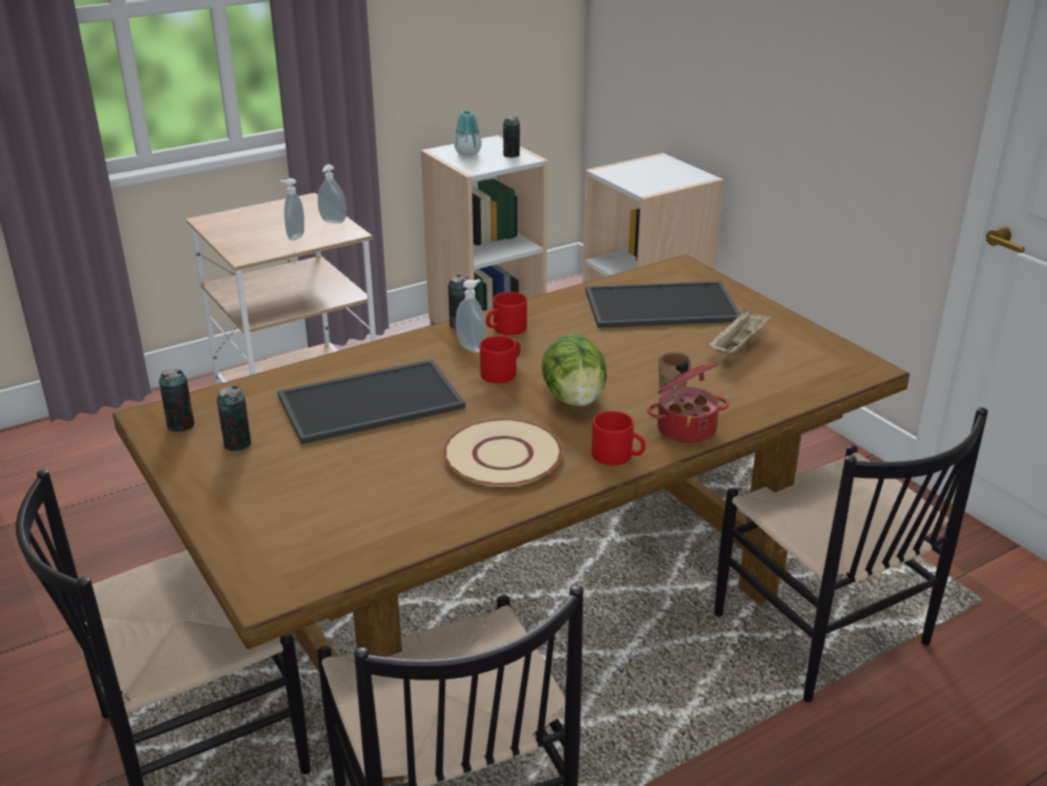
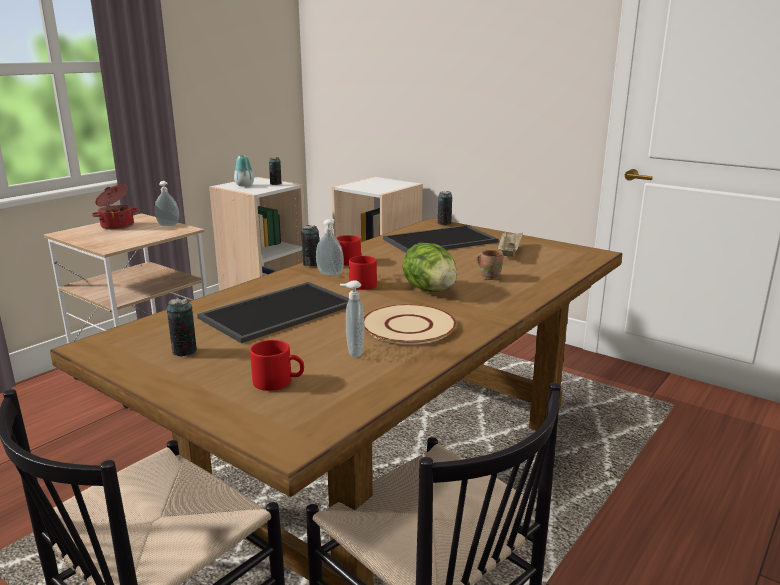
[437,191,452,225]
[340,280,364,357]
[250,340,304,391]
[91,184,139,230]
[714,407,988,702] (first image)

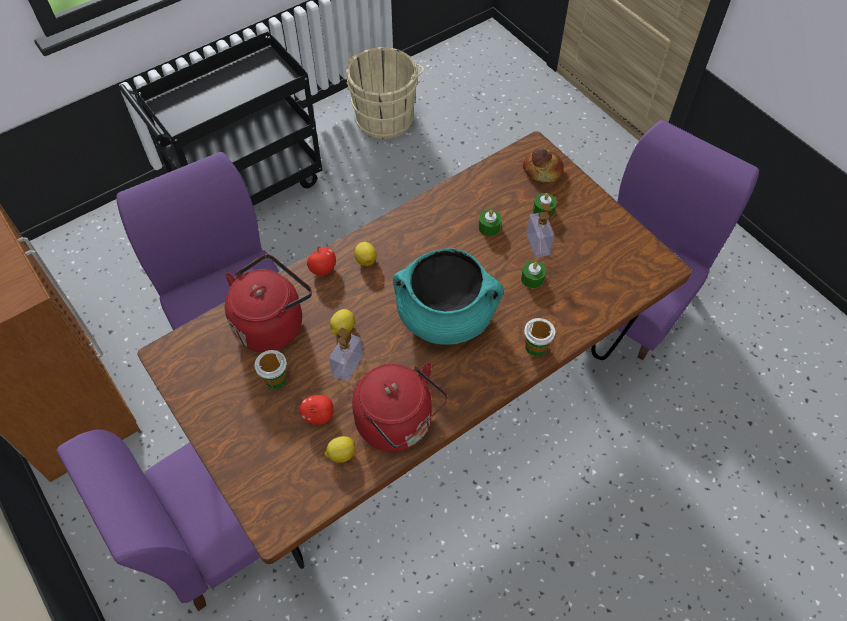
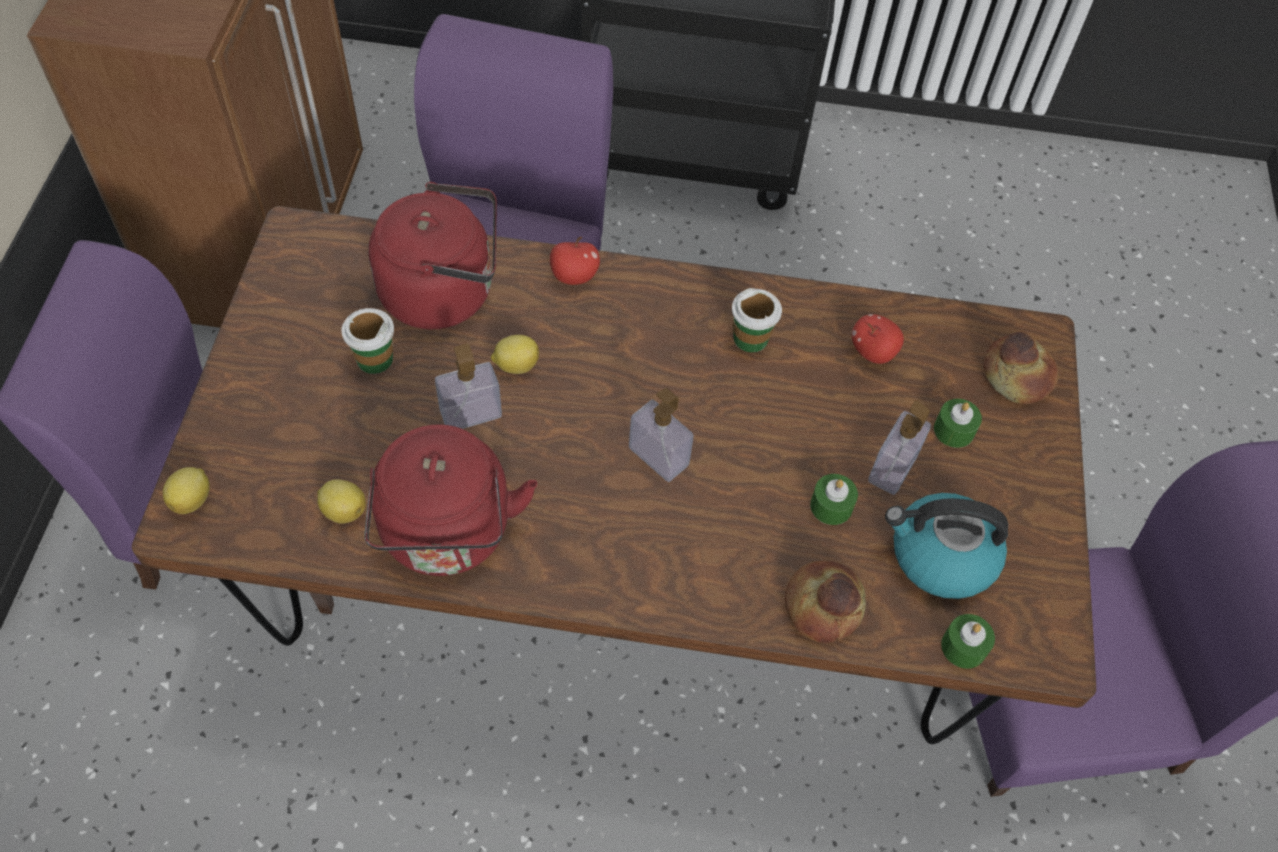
[852,314,904,364]
[346,47,424,139] (first image)
[162,467,210,514]
[629,388,694,482]
[941,614,995,669]
[732,288,782,352]
[785,561,866,643]
[885,493,1008,599]

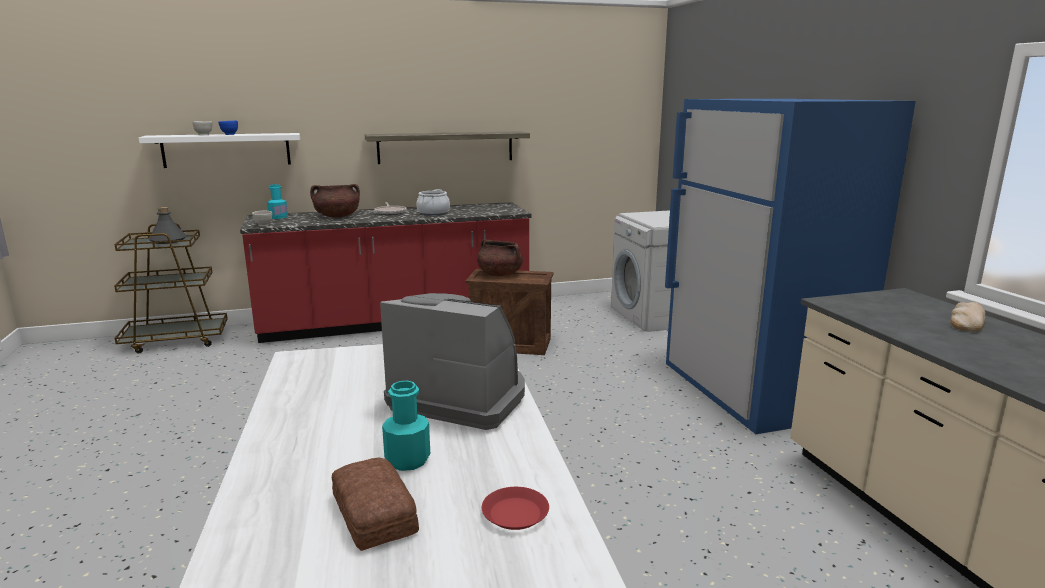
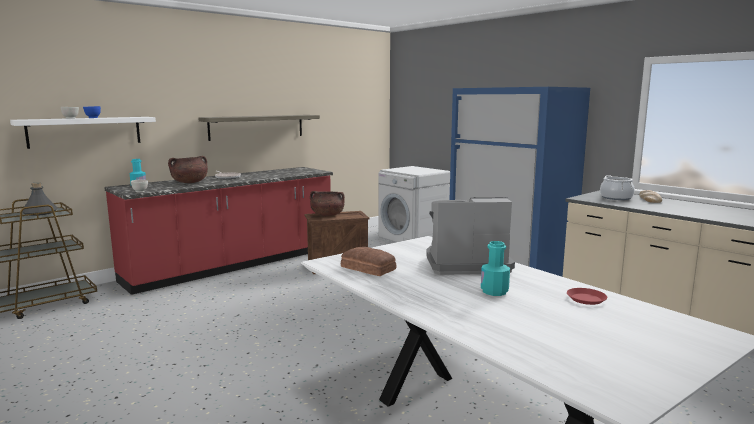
[341,247,396,276]
[600,175,635,200]

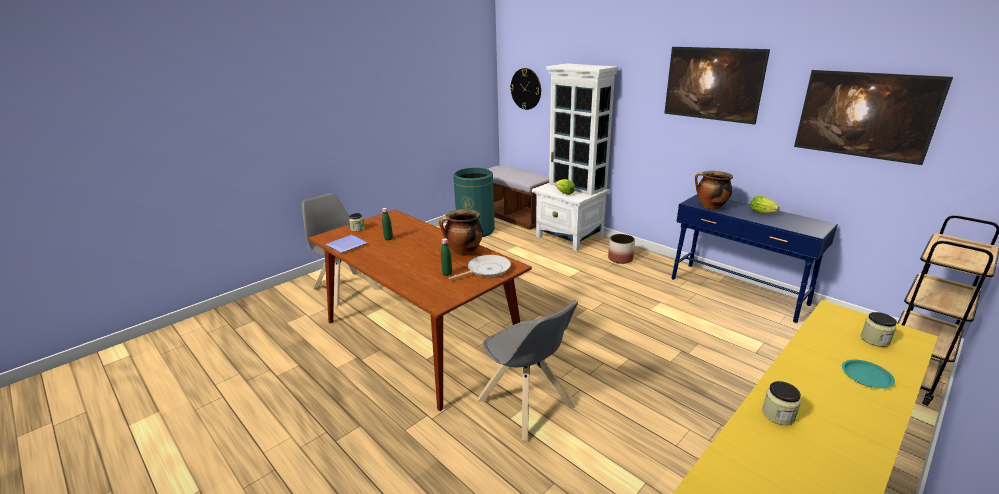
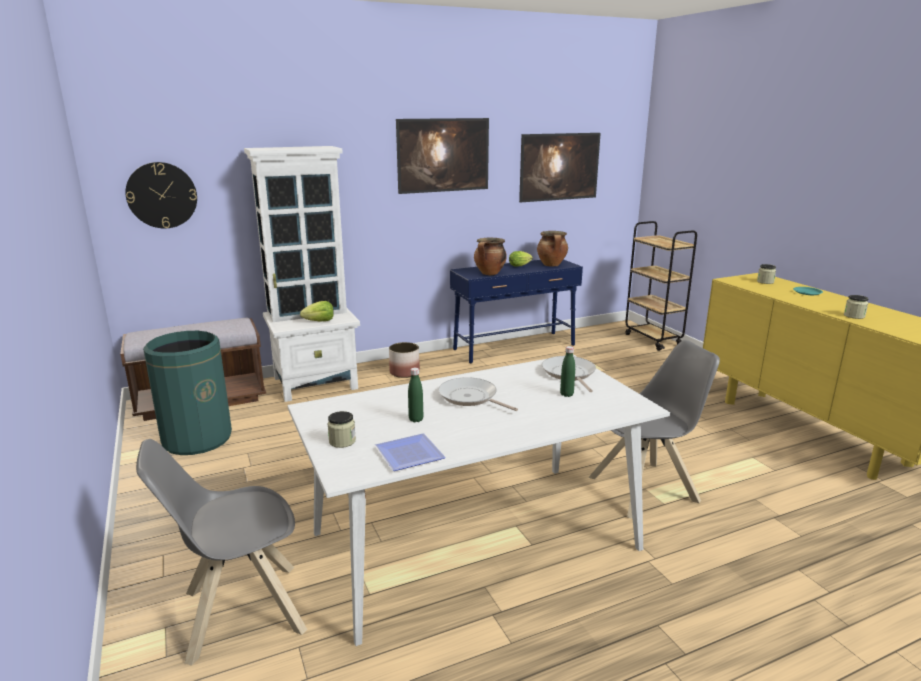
[287,354,670,646]
[537,231,568,267]
[438,377,518,411]

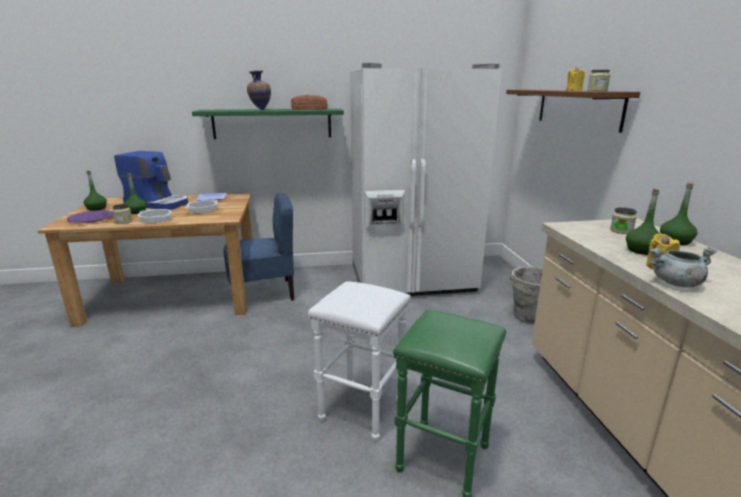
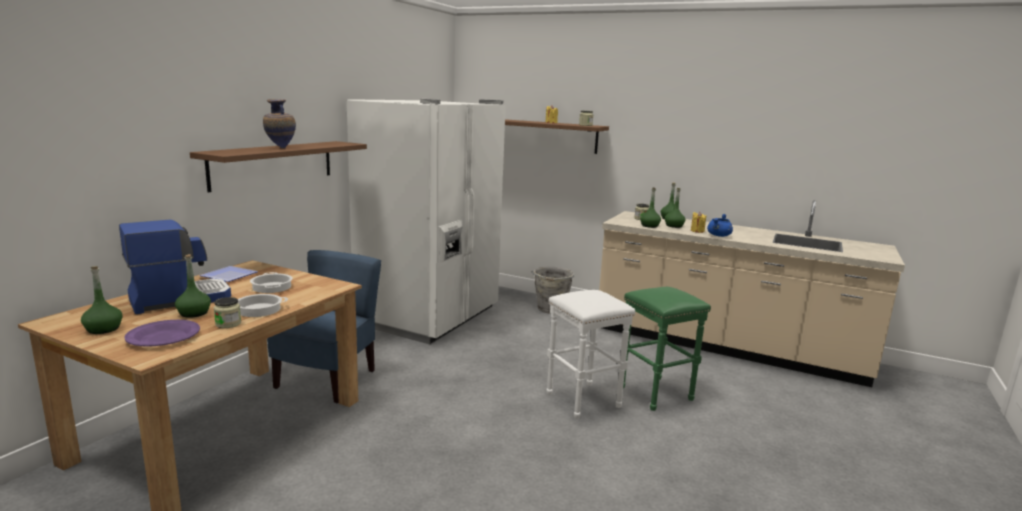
[190,141,367,192]
[291,95,328,110] (first image)
[707,214,733,237]
[640,187,661,228]

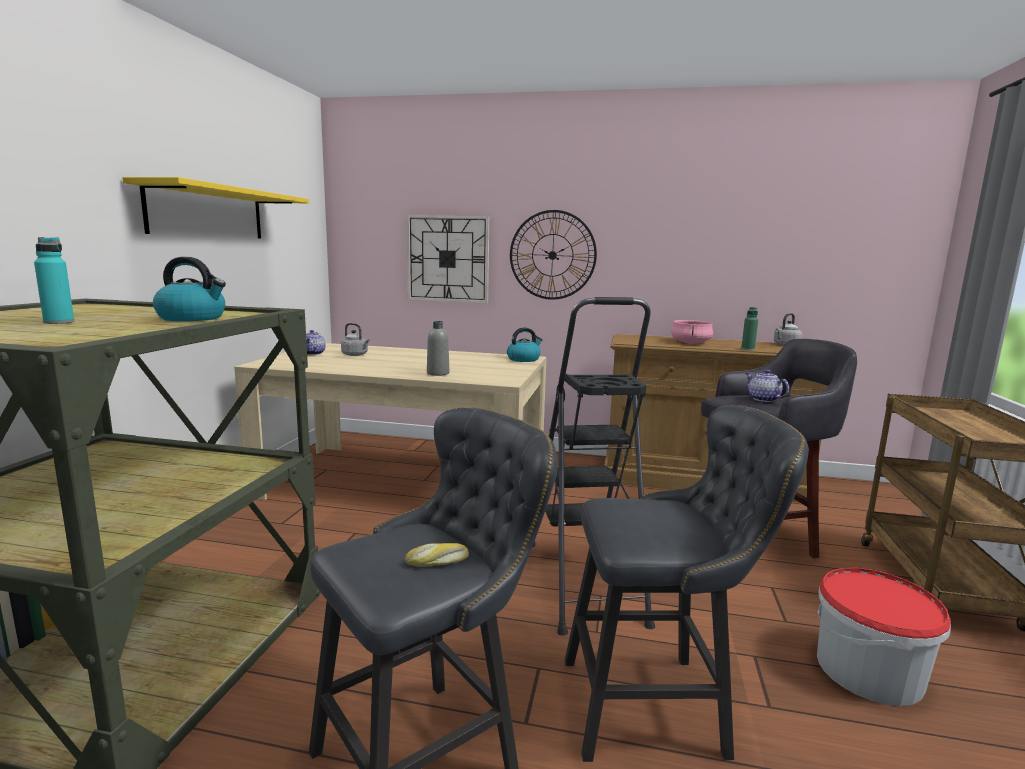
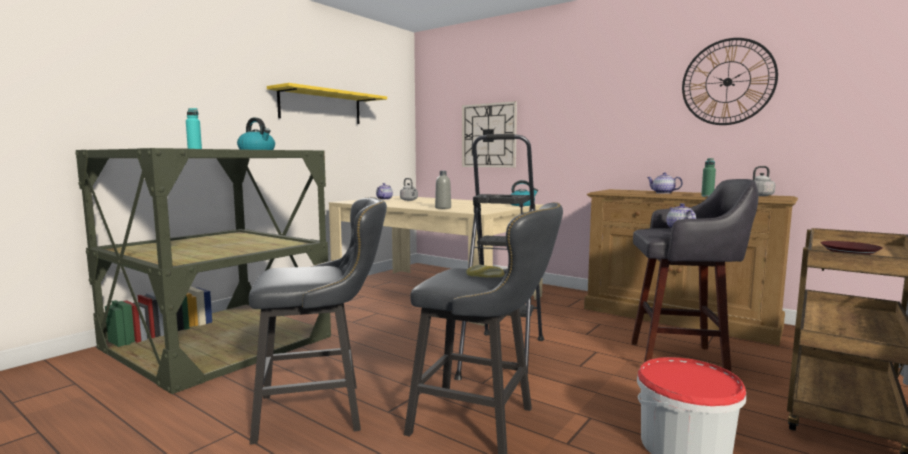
[466,265,505,278]
[682,38,778,125]
[647,172,683,194]
[820,241,883,255]

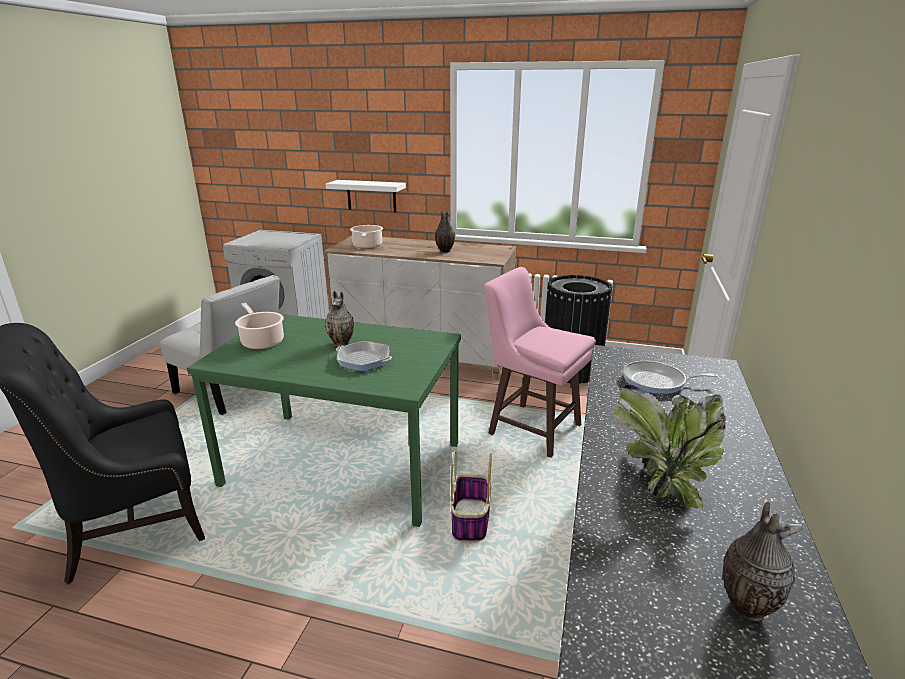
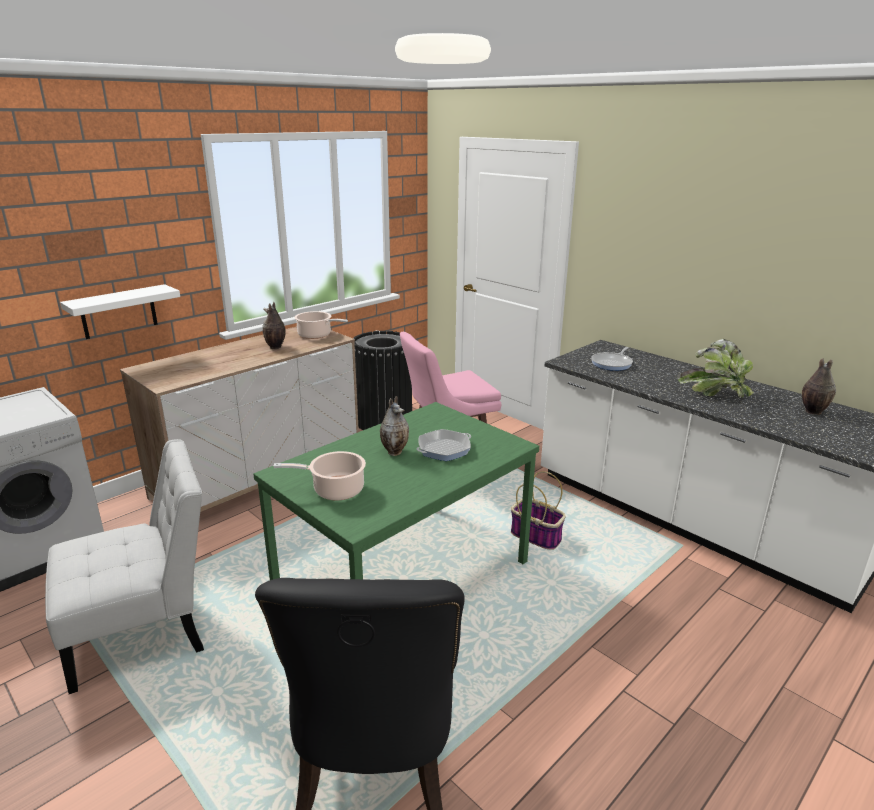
[294,311,348,339]

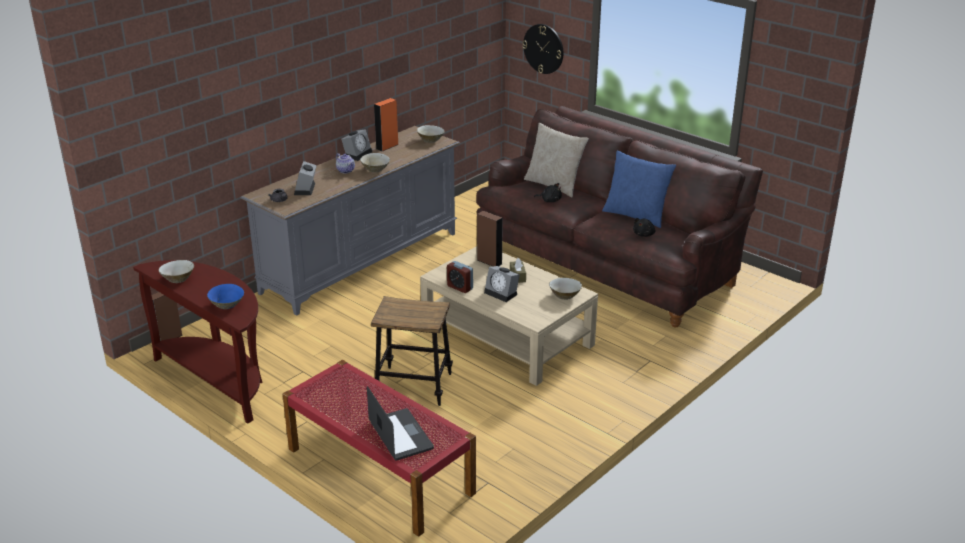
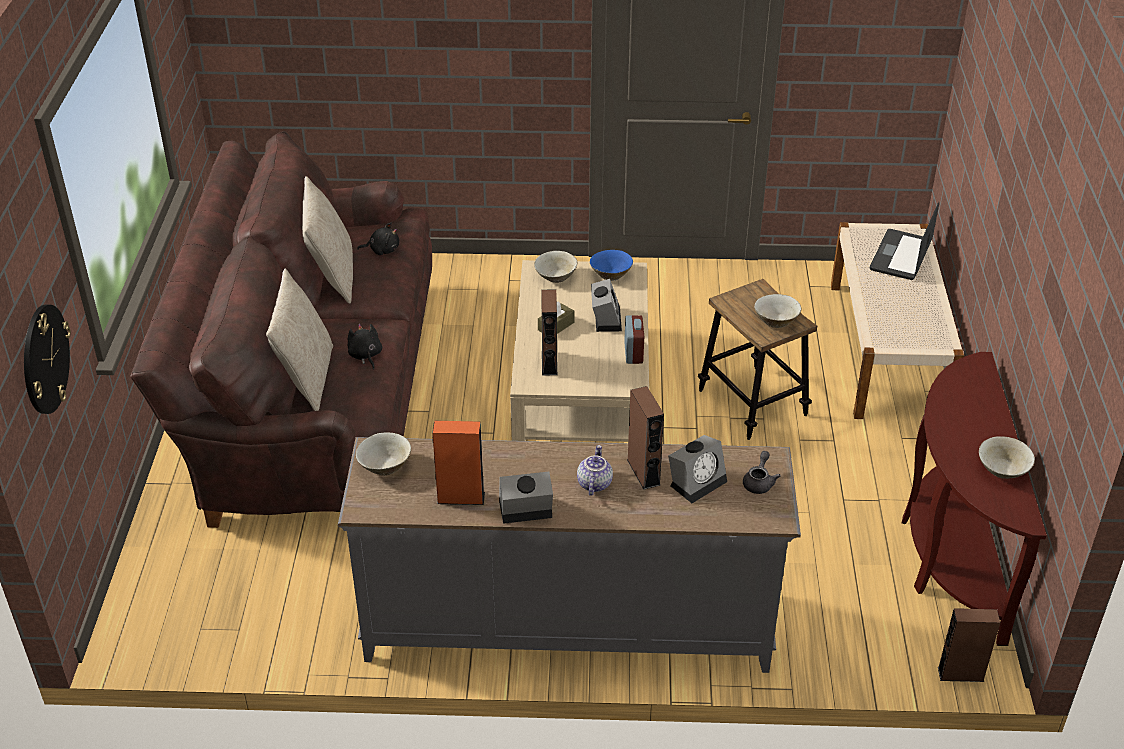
[590,250,633,281]
[831,222,964,419]
[754,294,801,328]
[302,176,353,304]
[627,386,664,490]

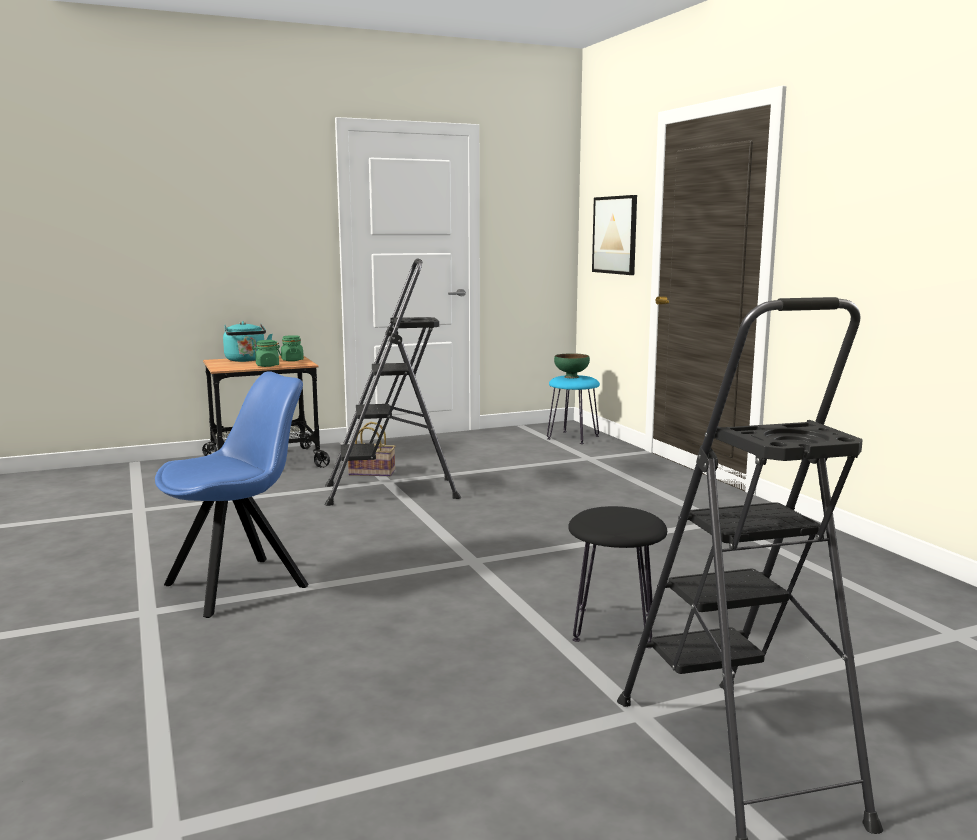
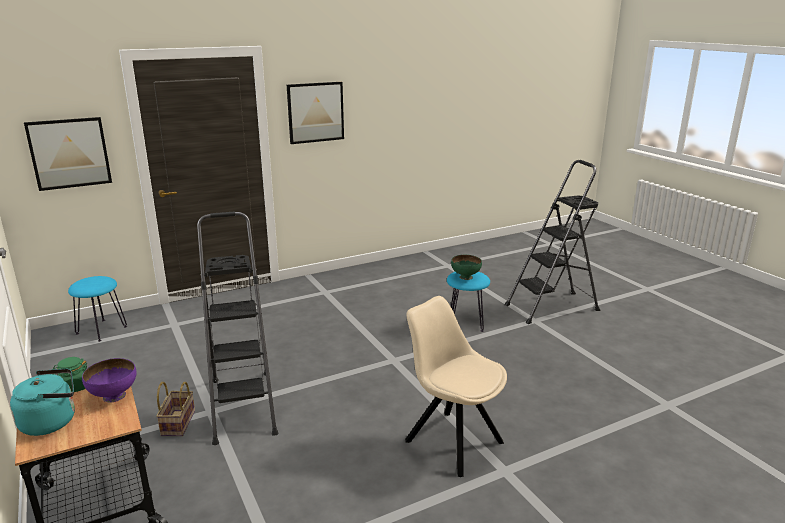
[405,296,507,477]
[82,358,137,403]
[451,255,482,280]
[447,272,490,332]
[287,82,344,144]

